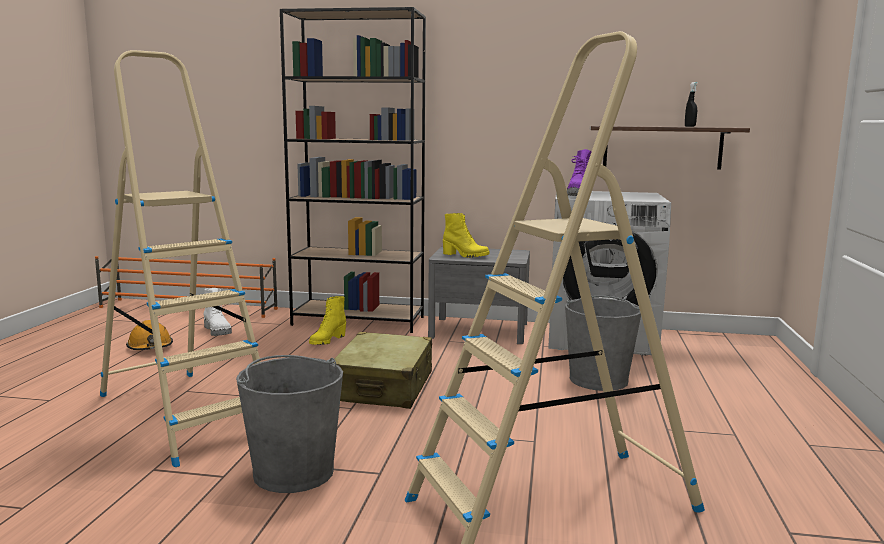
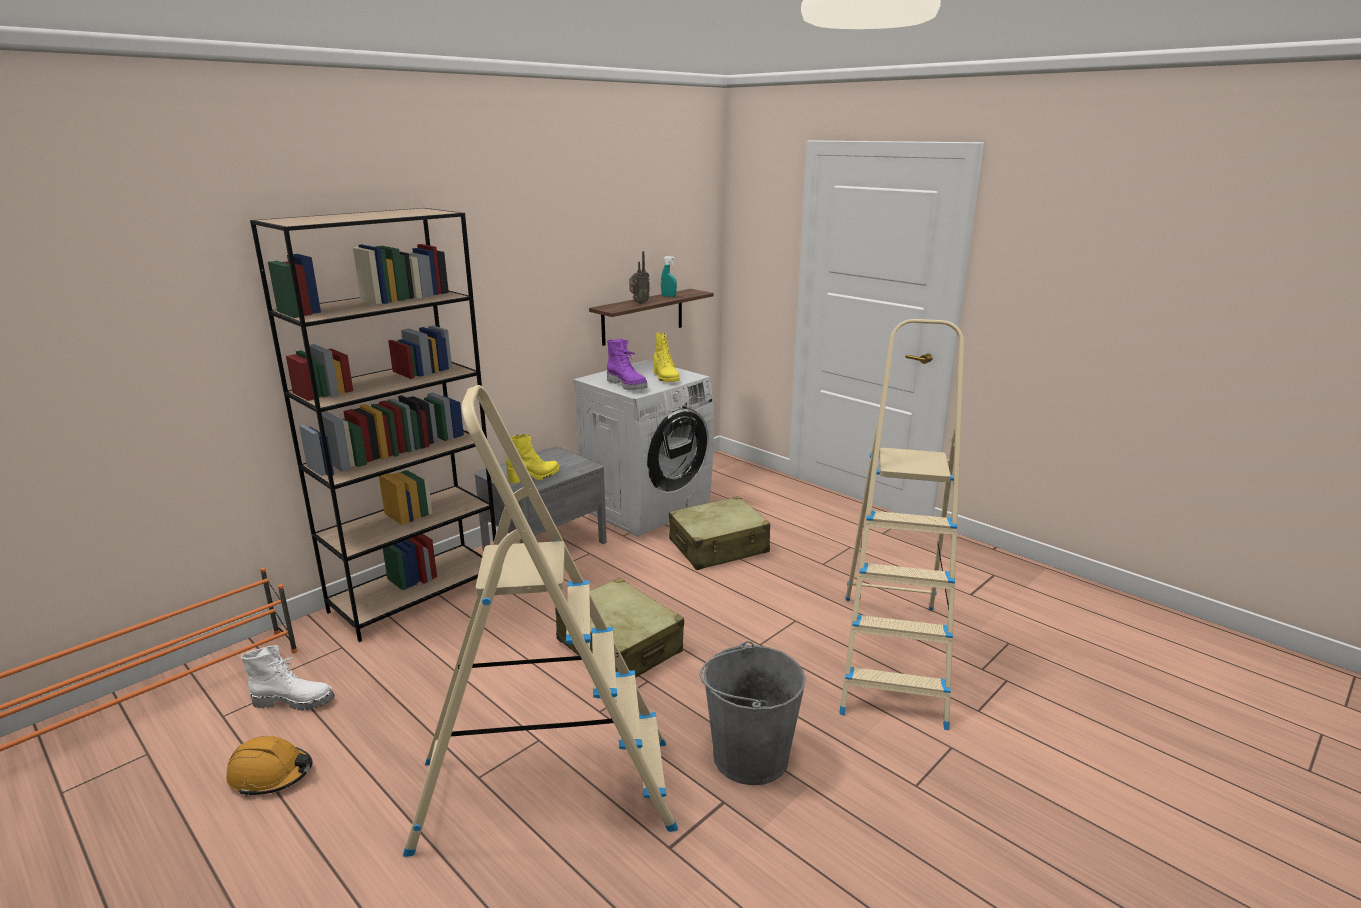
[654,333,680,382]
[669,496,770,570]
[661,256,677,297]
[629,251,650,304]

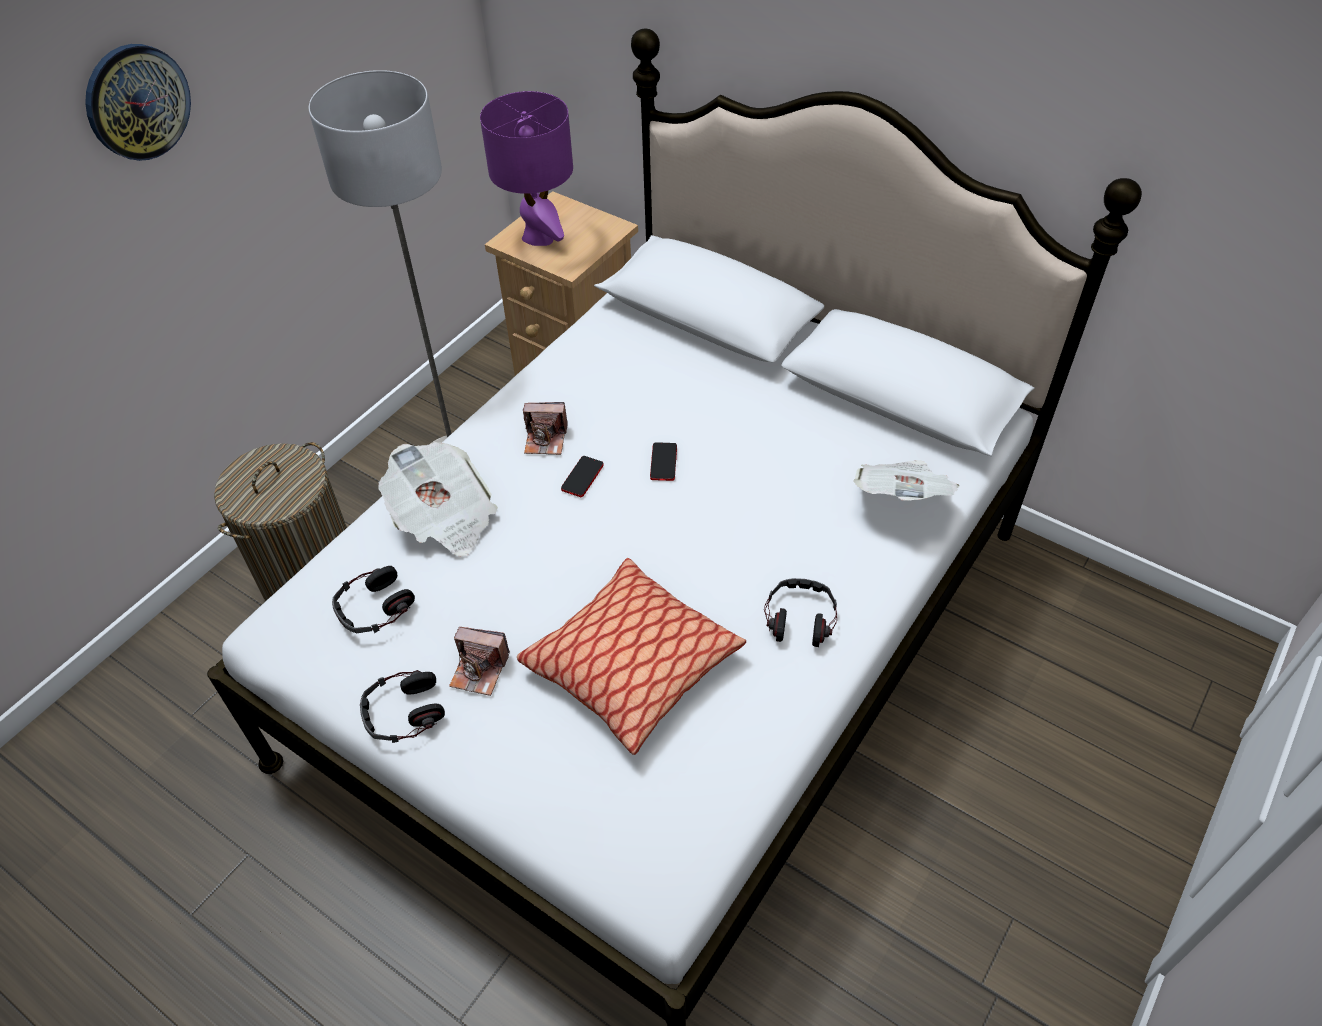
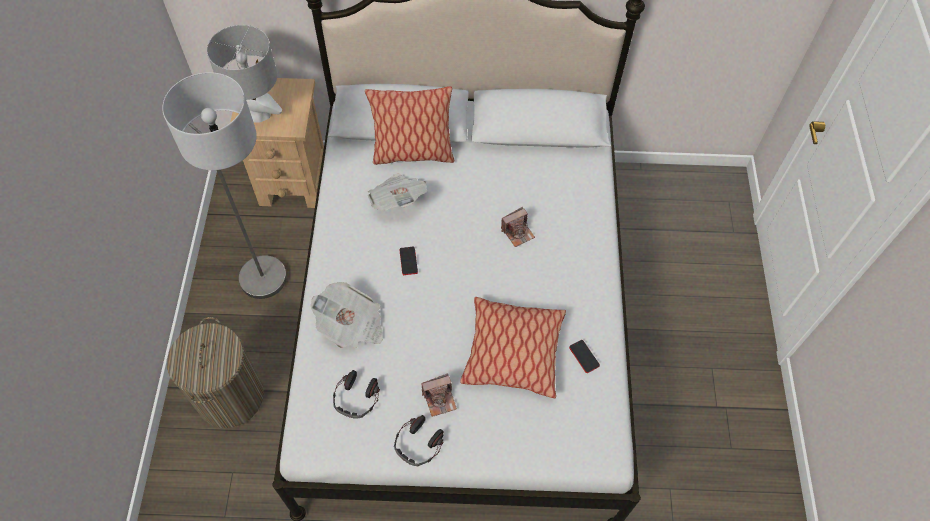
[85,44,191,161] (first image)
[207,25,282,123]
[501,207,535,247]
[569,340,600,373]
[764,578,837,647] (first image)
[368,174,427,211]
[365,86,454,165]

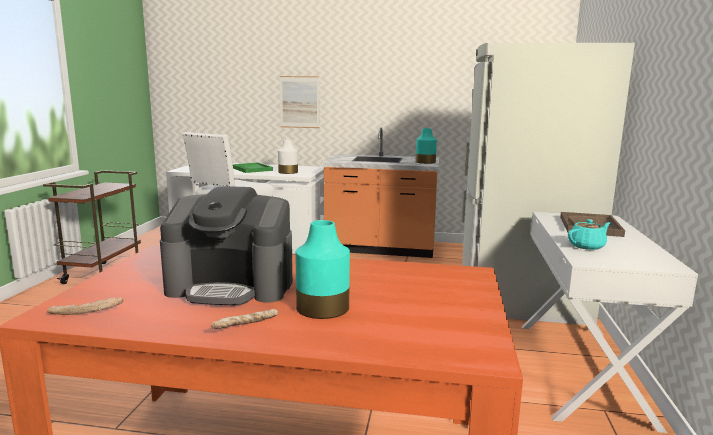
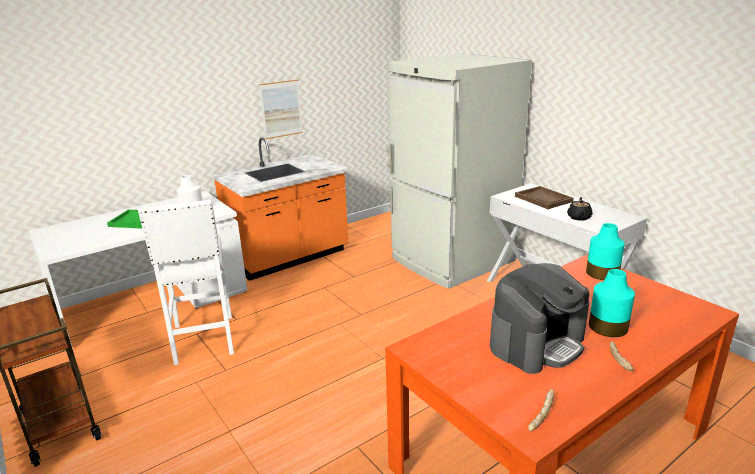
[259,79,303,139]
[586,223,625,280]
[567,197,592,221]

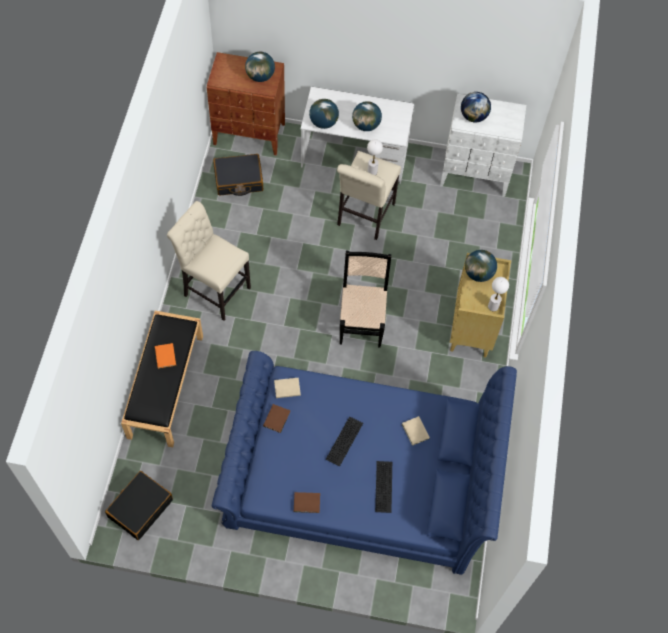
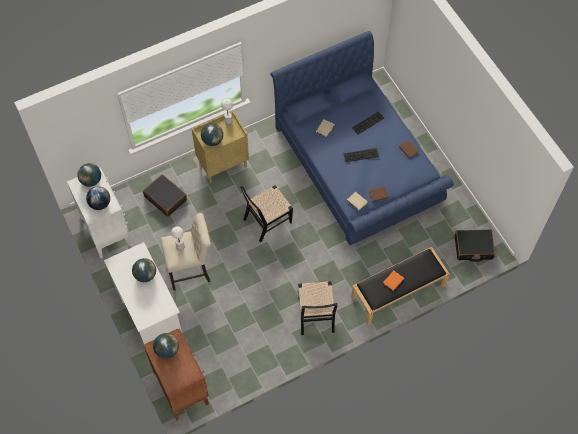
[298,281,337,335]
[143,174,187,217]
[77,163,101,187]

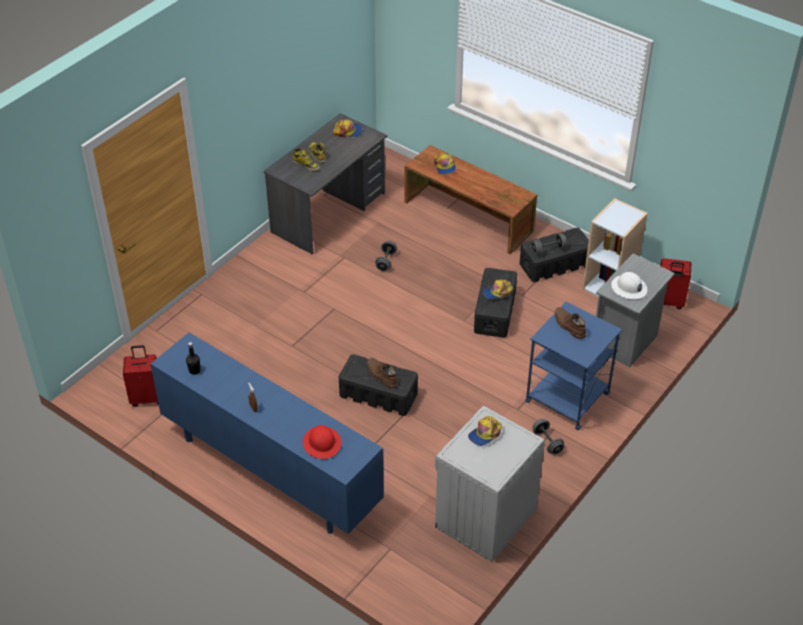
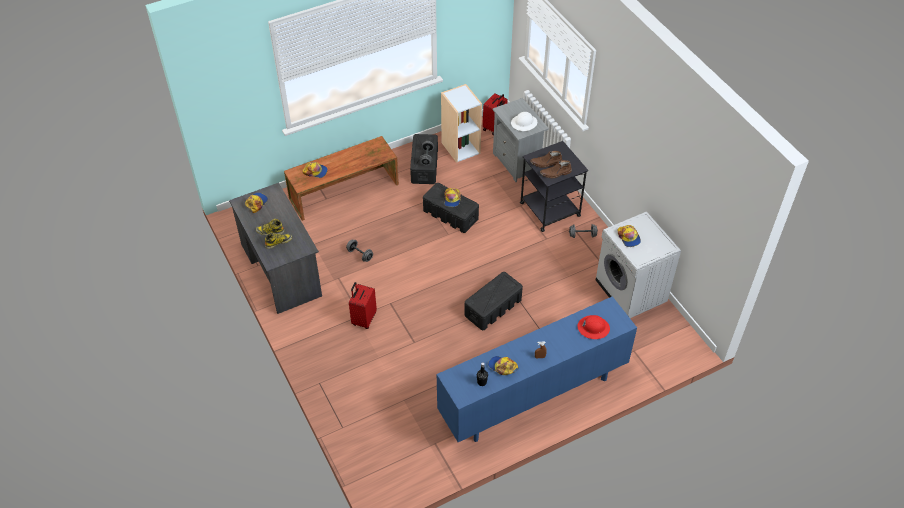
[349,282,377,329]
[540,160,572,178]
[520,141,588,232]
[488,356,518,375]

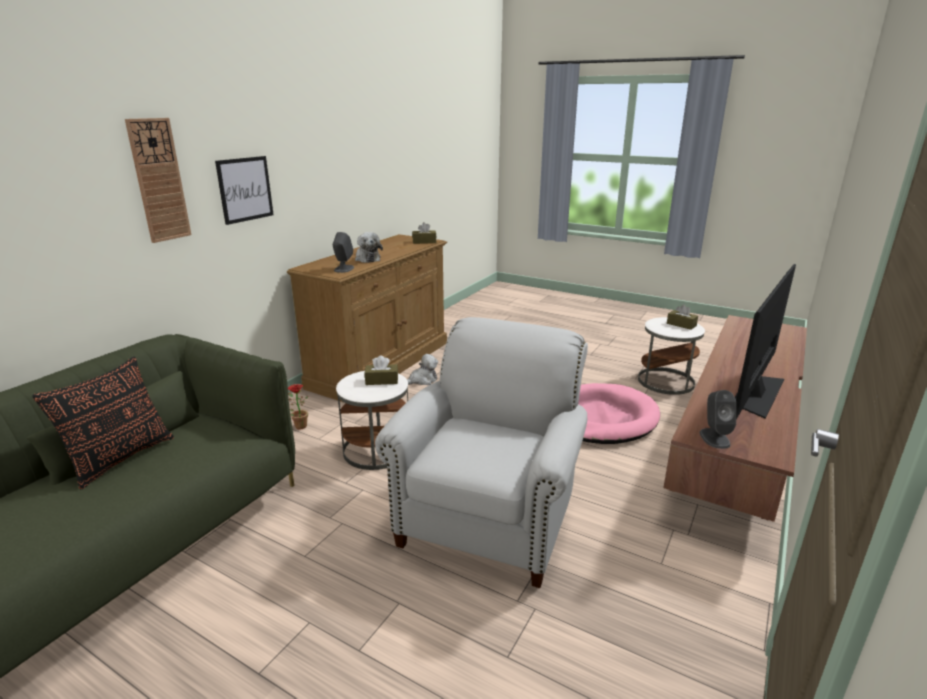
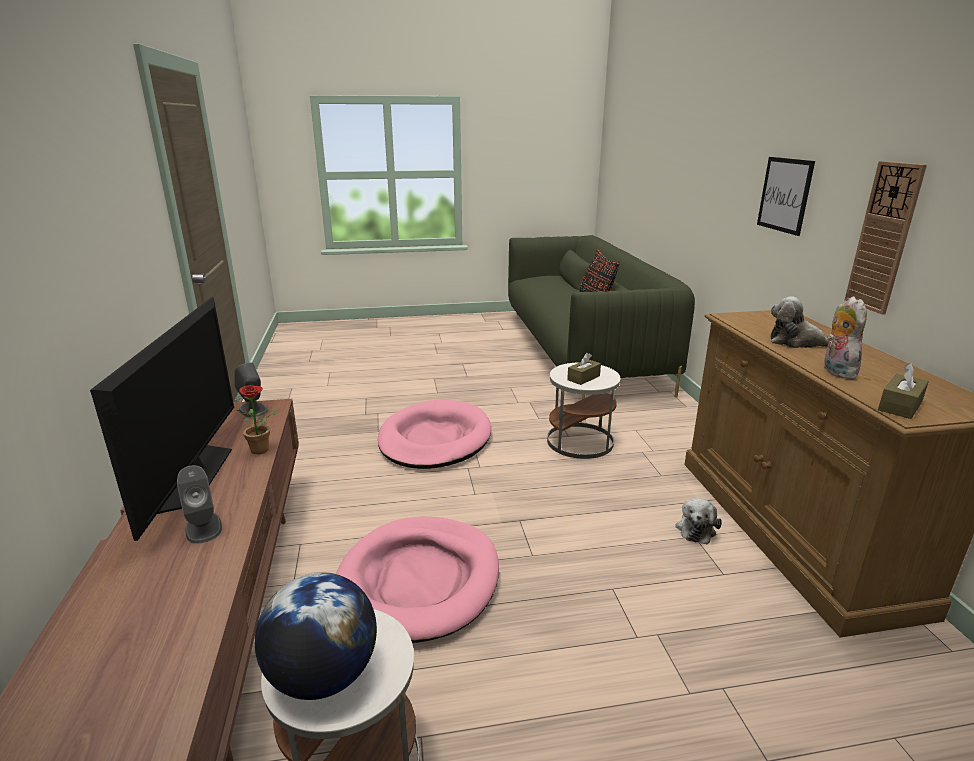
[845,161,927,315]
[236,385,280,454]
[177,465,222,544]
[378,400,492,469]
[255,572,377,700]
[824,296,867,379]

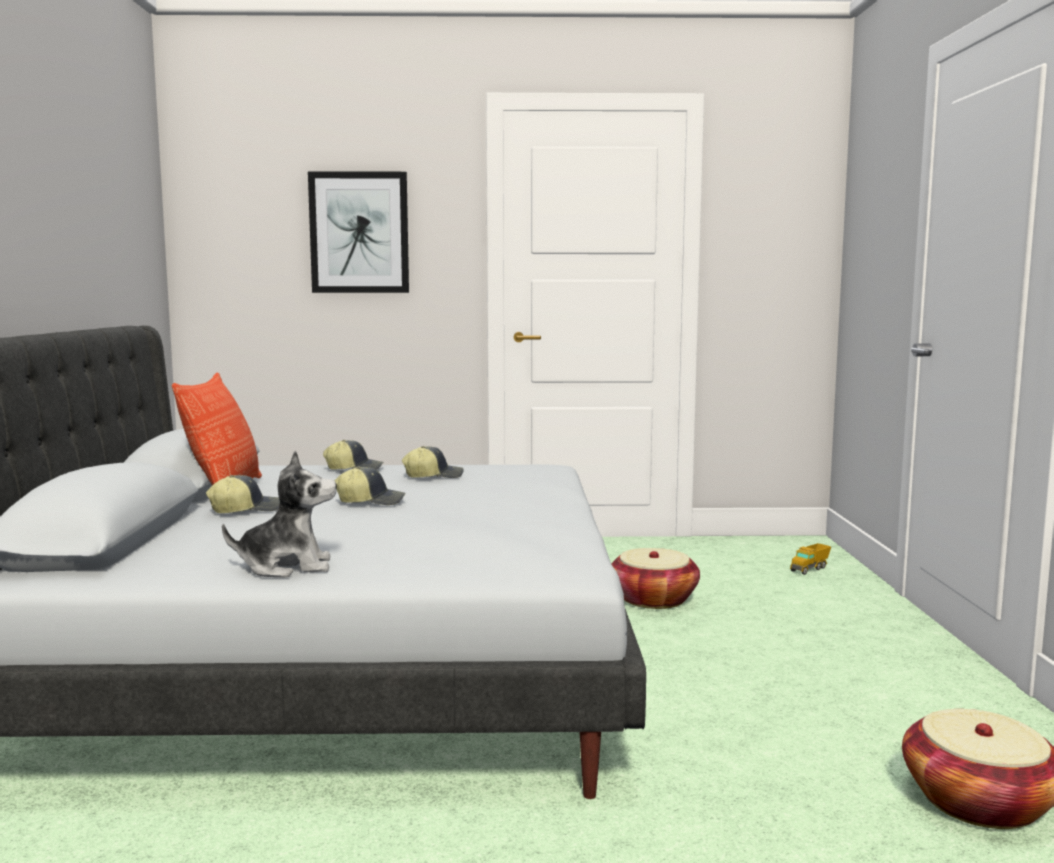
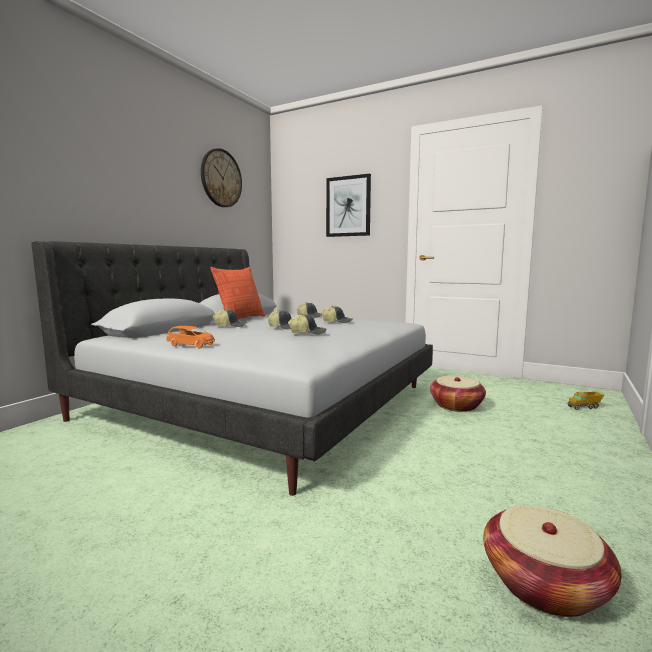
[166,326,215,348]
[201,148,242,207]
[288,314,326,334]

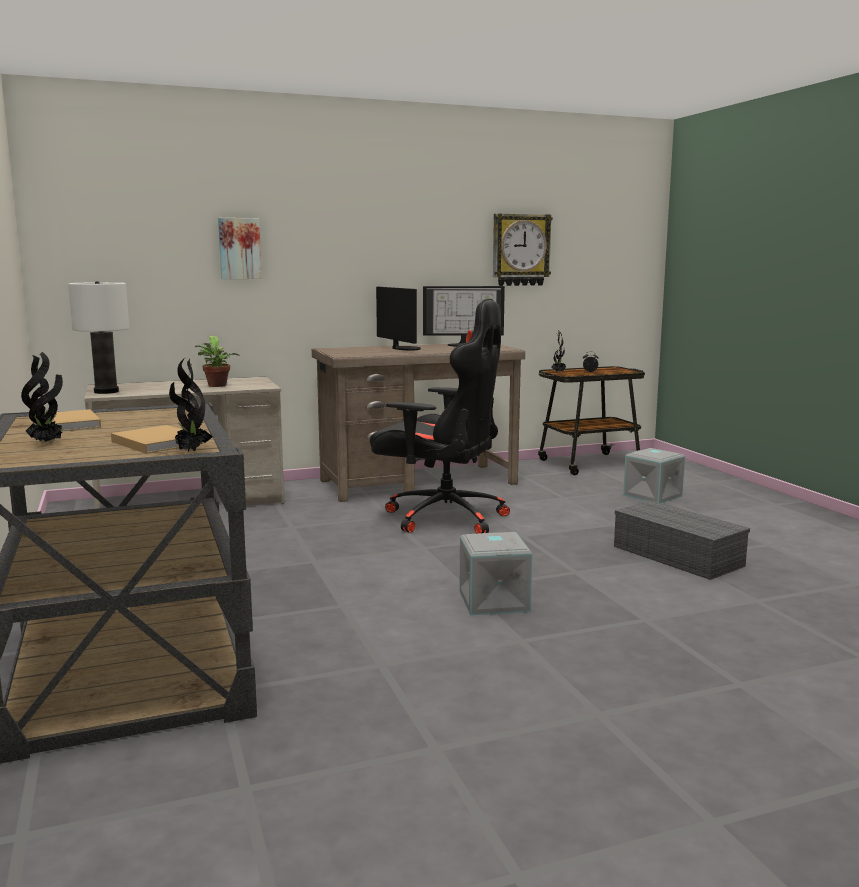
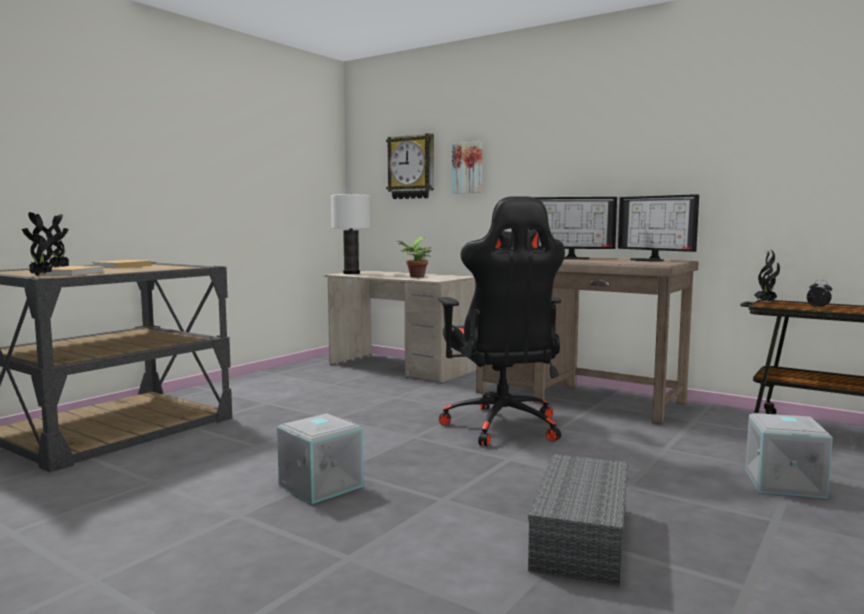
[529,197,617,260]
[386,133,434,199]

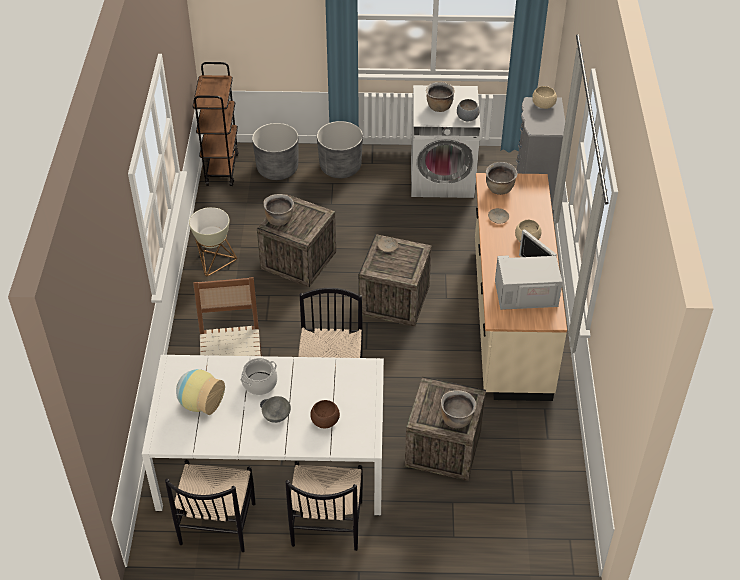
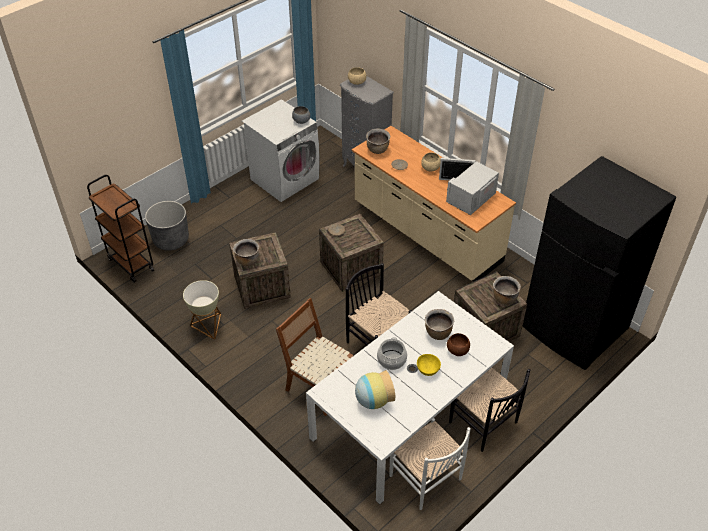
[390,418,471,510]
[417,354,441,376]
[317,121,363,178] (first image)
[425,309,454,340]
[522,156,676,370]

